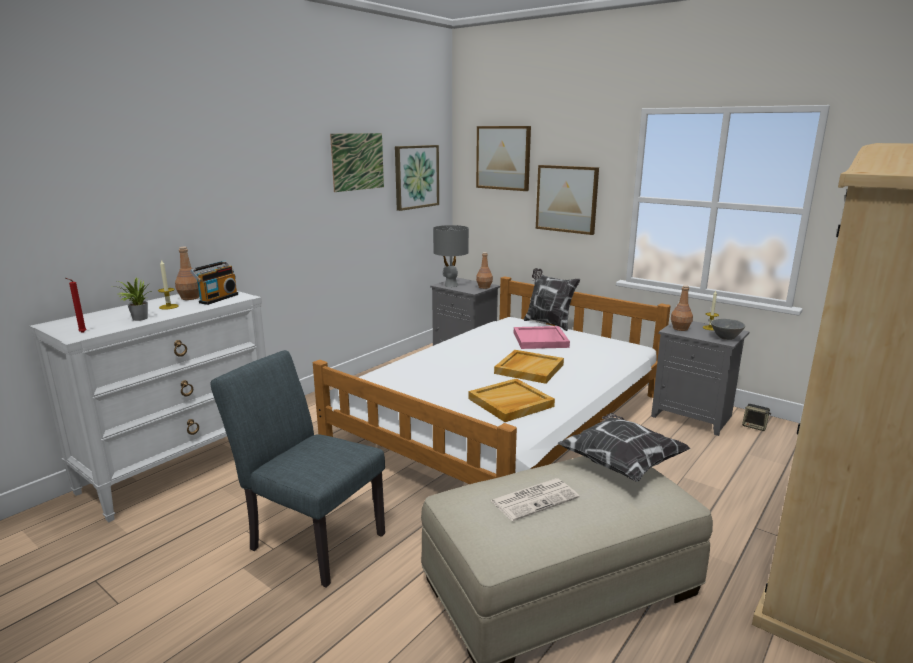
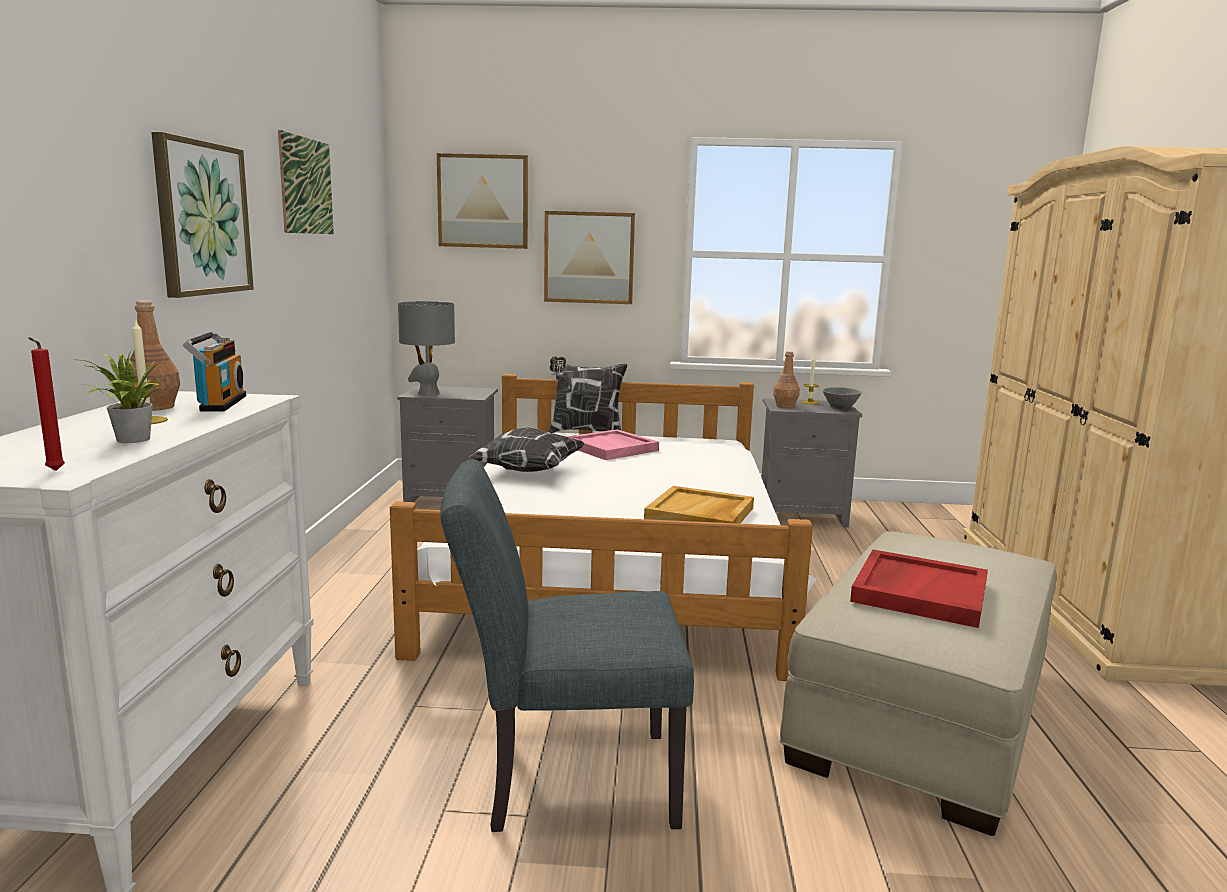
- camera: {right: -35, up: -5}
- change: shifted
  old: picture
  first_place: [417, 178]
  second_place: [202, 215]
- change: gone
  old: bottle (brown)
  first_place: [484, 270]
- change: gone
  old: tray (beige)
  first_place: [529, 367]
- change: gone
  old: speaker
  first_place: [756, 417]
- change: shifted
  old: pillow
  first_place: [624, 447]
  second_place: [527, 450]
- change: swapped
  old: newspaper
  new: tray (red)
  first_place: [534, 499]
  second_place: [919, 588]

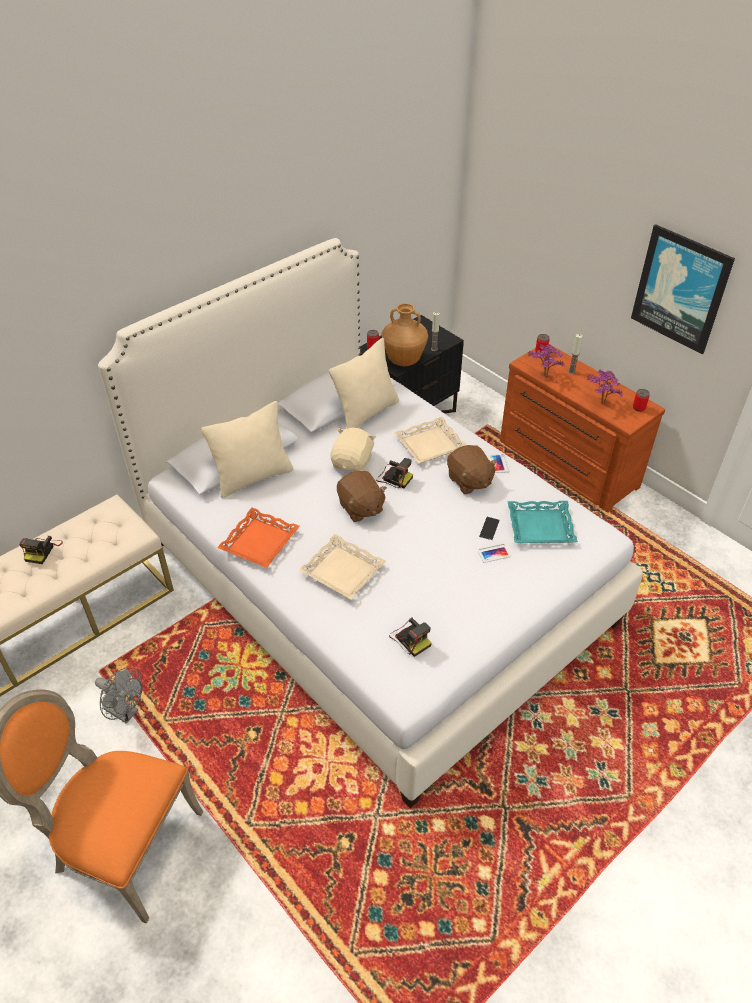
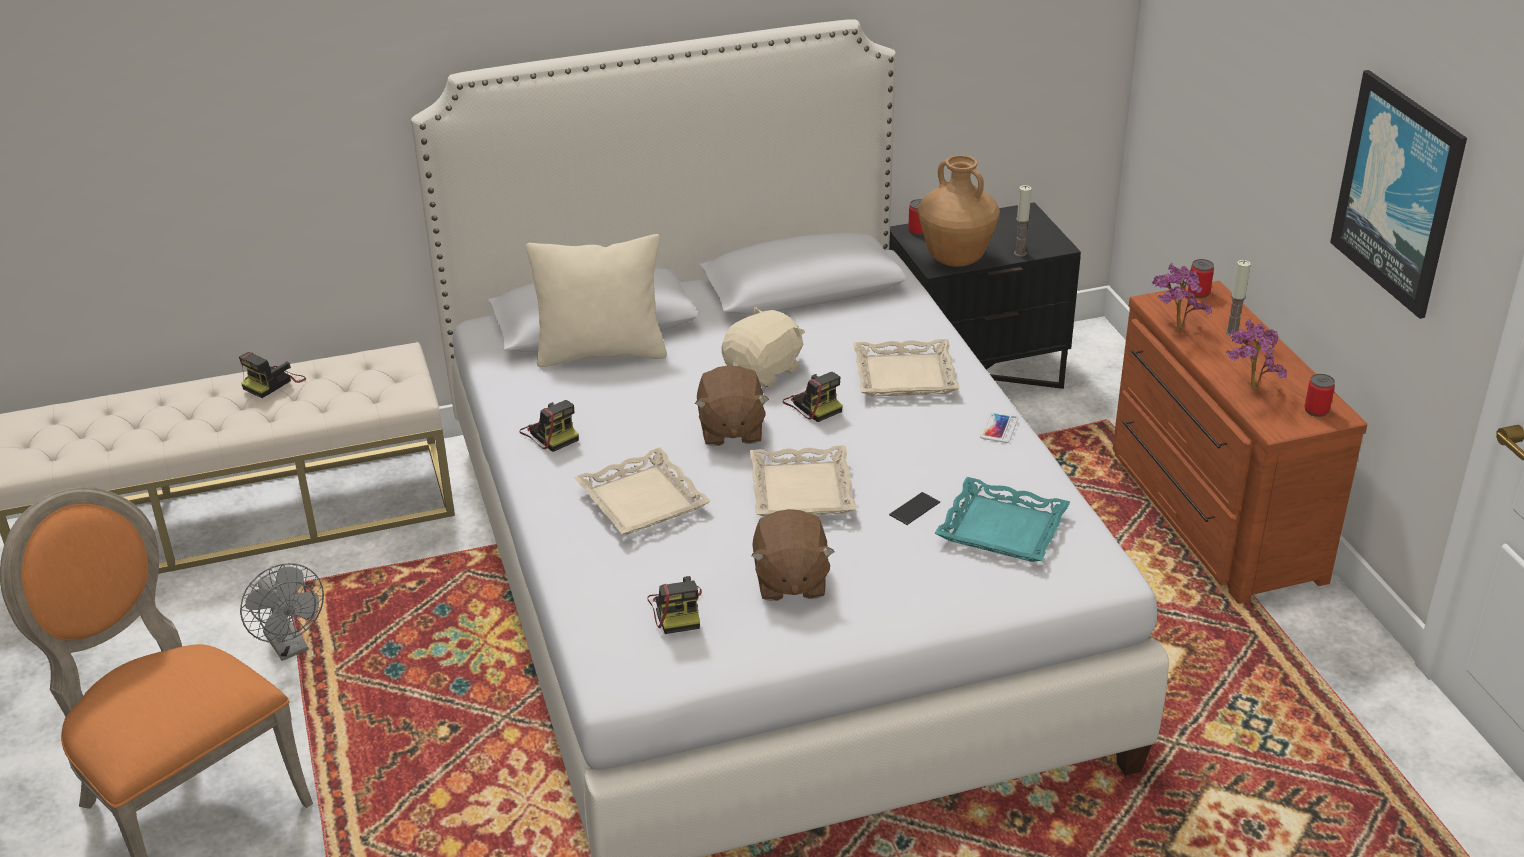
- camera: {right: 25, up: -10}
- change: gone
  old: pillow (beige)
  first_place: [364, 383]
- change: shifted
  old: plush toy (brown)
  first_place: [472, 469]
  second_place: [793, 555]
- change: swapped
  old: tray (orange)
  new: photo camera
  first_place: [258, 538]
  second_place: [549, 426]
- change: gone
  old: phone
  first_place: [494, 553]
- change: new
  new: tray (beige)
  second_place: [803, 481]

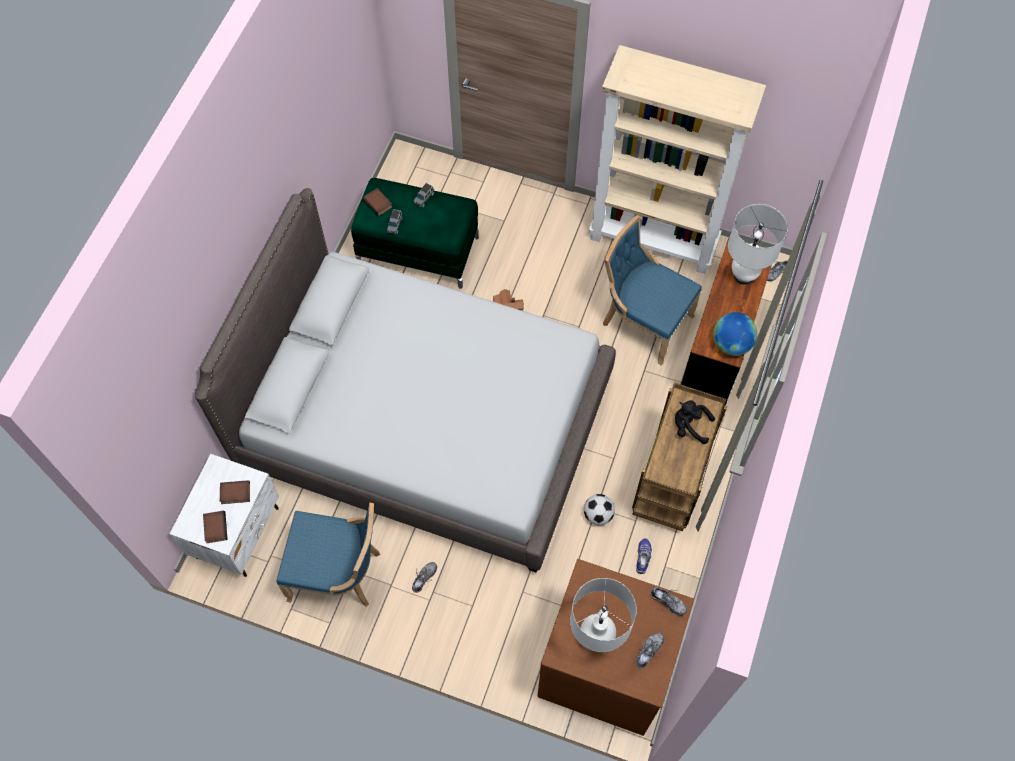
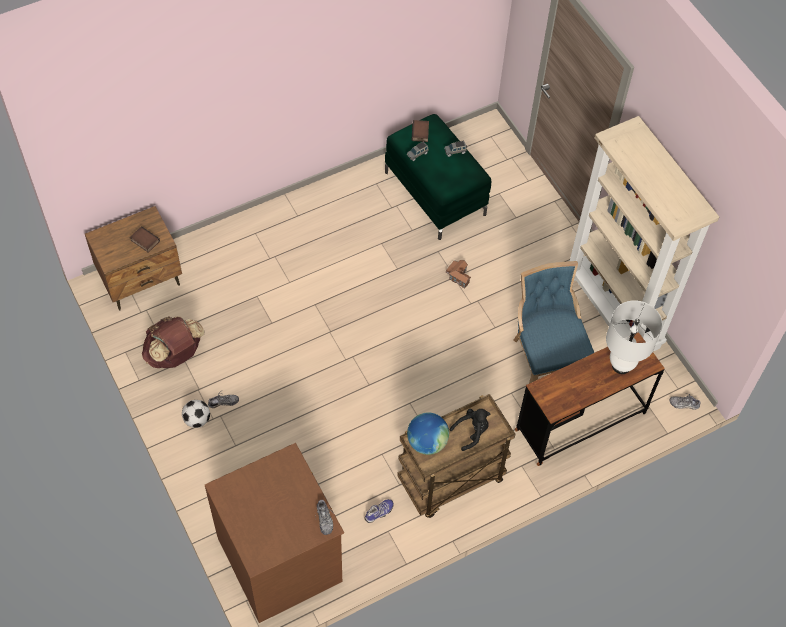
- camera: {right: 40, up: -5}
- change: gone
  old: bed (grey)
  first_place: [405, 380]
- change: shifted
  old: globe
  first_place: [735, 334]
  second_place: [428, 433]
- change: rotated
  old: plush toy (black)
  first_place: [695, 422]
  second_place: [469, 430]
  degrees: 90
- change: repainted
  old: nightstand (white)
  new: nightstand (brown)
  first_place: [224, 515]
  second_place: [133, 258]
- change: shifted
  old: football
  first_place: [599, 509]
  second_place: [196, 414]
- change: swapped
  old: chair (blue)
  new: backpack (brown)
  first_place: [328, 554]
  second_place: [173, 342]
- change: gone
  old: book
  first_place: [215, 527]
- change: gone
  old: table lamp (white)
  first_place: [603, 615]
- change: gone
  old: shoe
  first_place: [650, 651]

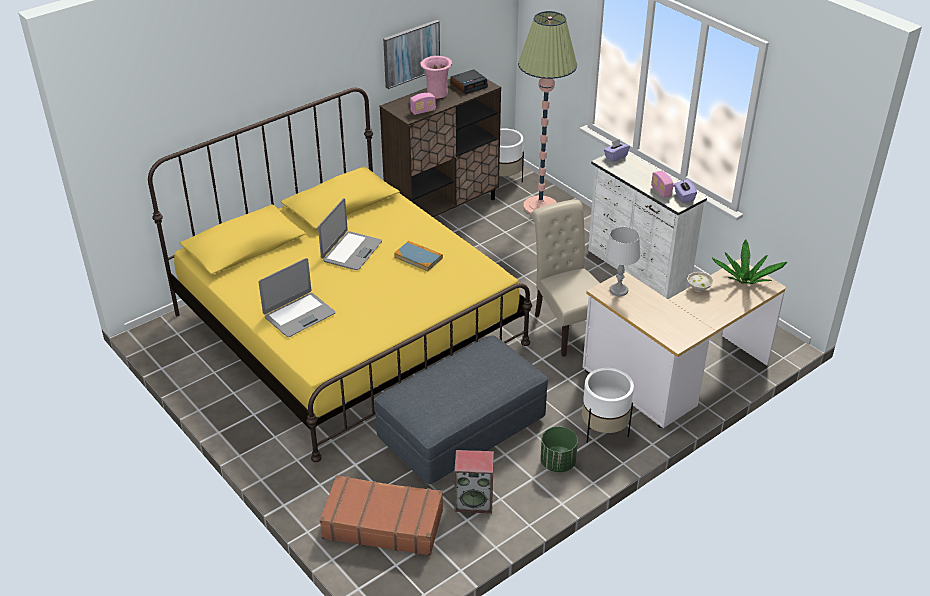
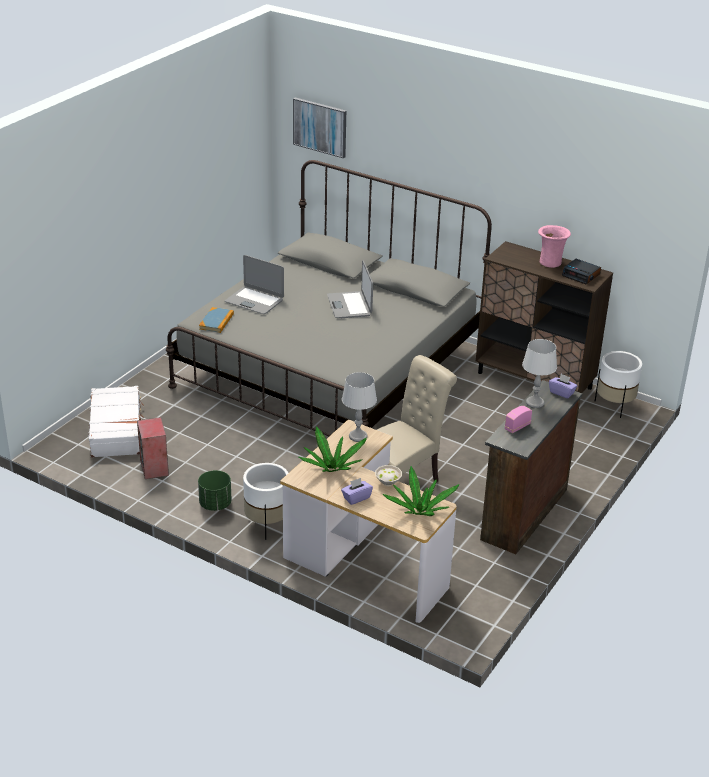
- camera: {right: 70, up: -5}
- change: gone
  old: floor lamp
  first_place: [547, 112]
- change: shifted
  old: picture
  first_place: [411, 54]
  second_place: [319, 128]
- change: repainted
  old: bed (yellow)
  new: bed (grey)
  first_place: [340, 275]
  second_place: [329, 298]
- change: gone
  old: radio
  first_place: [423, 104]
- change: repainted
  old: dresser (white)
  new: dresser (brown)
  first_place: [647, 226]
  second_place: [531, 467]
- change: shifted
  old: tissue box (purple)
  first_place: [685, 191]
  second_place: [357, 491]
- change: rotated
  old: laptop
  first_place: [350, 234]
  second_place: [350, 289]
  degrees: 75
- change: shifted
  old: book
  first_place: [418, 256]
  second_place: [216, 320]
- change: gone
  old: ottoman (grey)
  first_place: [461, 409]
- change: repainted
  old: suitcase (brown)
  new: suitcase (white)
  first_place: [381, 515]
  second_place: [116, 422]
- change: new
  new: table lamp (grey)
  second_place: [539, 373]
- change: new
  new: potted plant
  second_place: [333, 449]

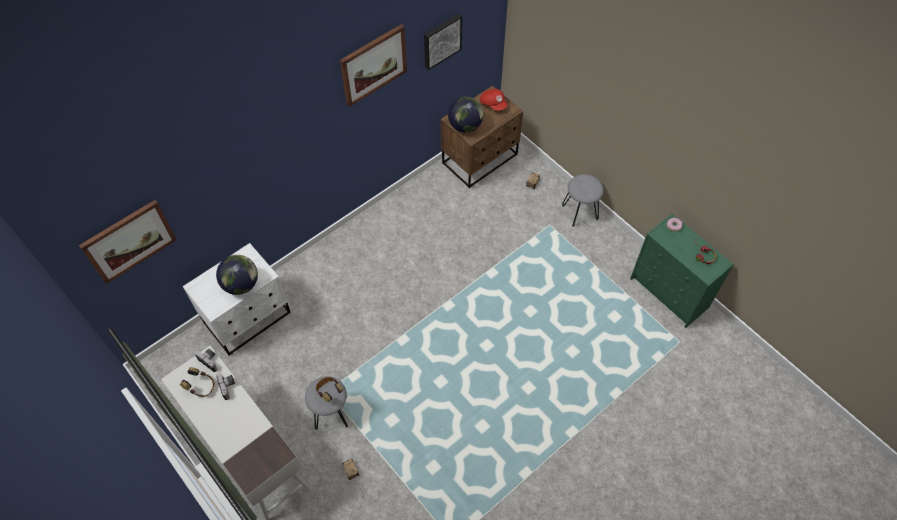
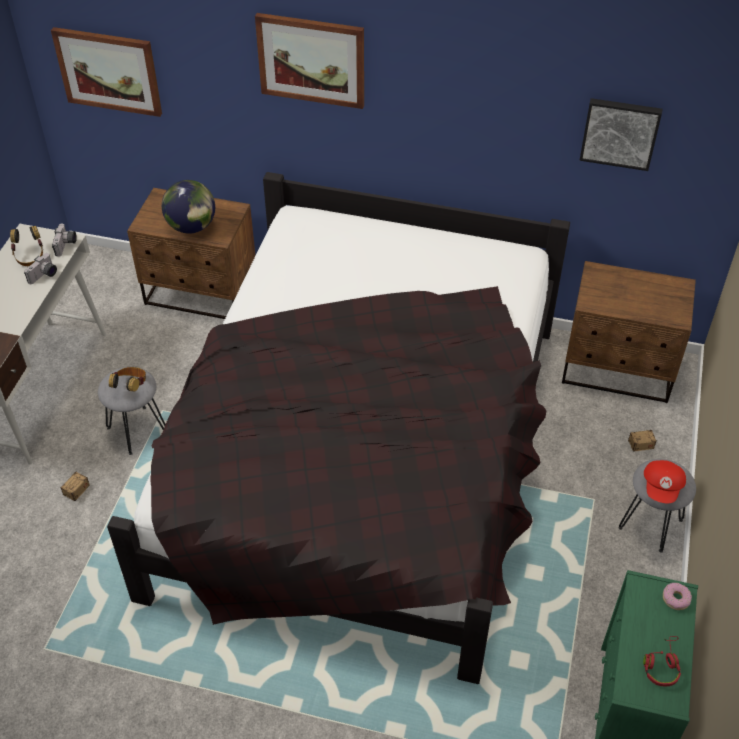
- camera: {right: 55, up: -10}
- change: shifted
  old: picture
  first_place: [373, 65]
  second_place: [309, 61]
- change: shifted
  old: cap (red)
  first_place: [494, 100]
  second_place: [665, 481]
- change: gone
  old: globe
  first_place: [465, 115]
- change: repainted
  old: nightstand (white)
  new: nightstand (brown)
  first_place: [237, 299]
  second_place: [191, 253]
- change: new
  new: bed (black)
  second_place: [338, 428]

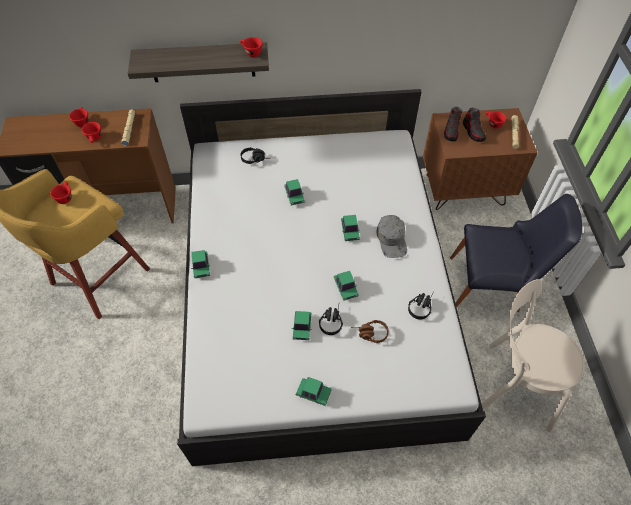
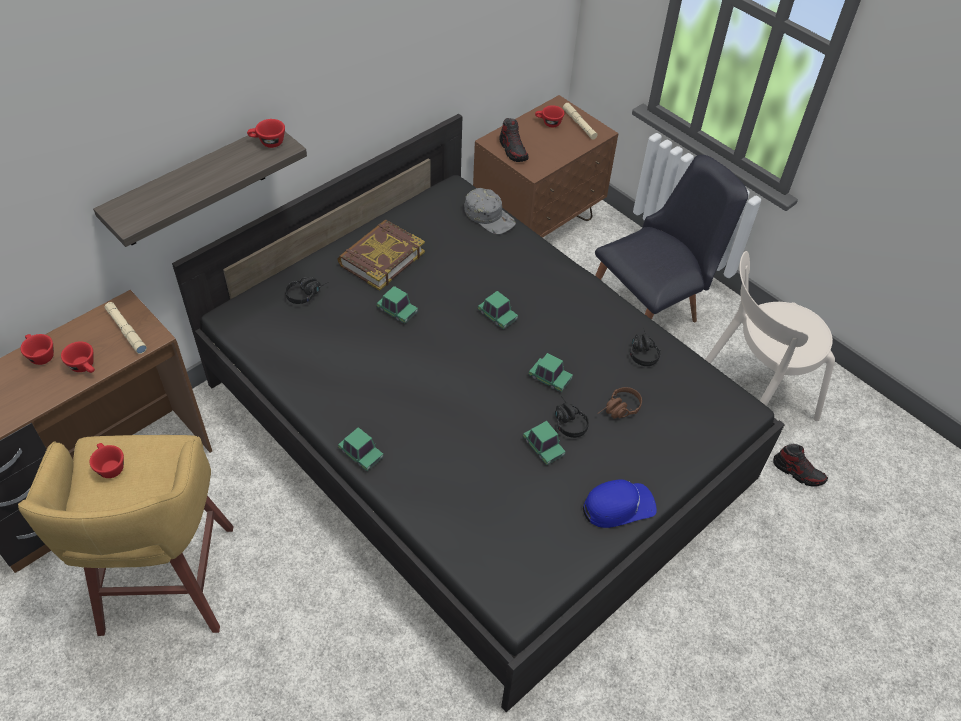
- camera: {right: -40, up: -5}
- change: repainted
  old: bed (white)
  new: bed (black)
  first_place: [331, 277]
  second_place: [478, 413]
- change: shifted
  old: shoe
  first_place: [474, 125]
  second_place: [800, 465]
- change: shifted
  old: cap (grey)
  first_place: [392, 236]
  second_place: [490, 211]
- change: swapped
  old: toy car
  new: cap (blue)
  first_place: [314, 391]
  second_place: [620, 503]
- change: new
  new: book
  second_place: [381, 255]

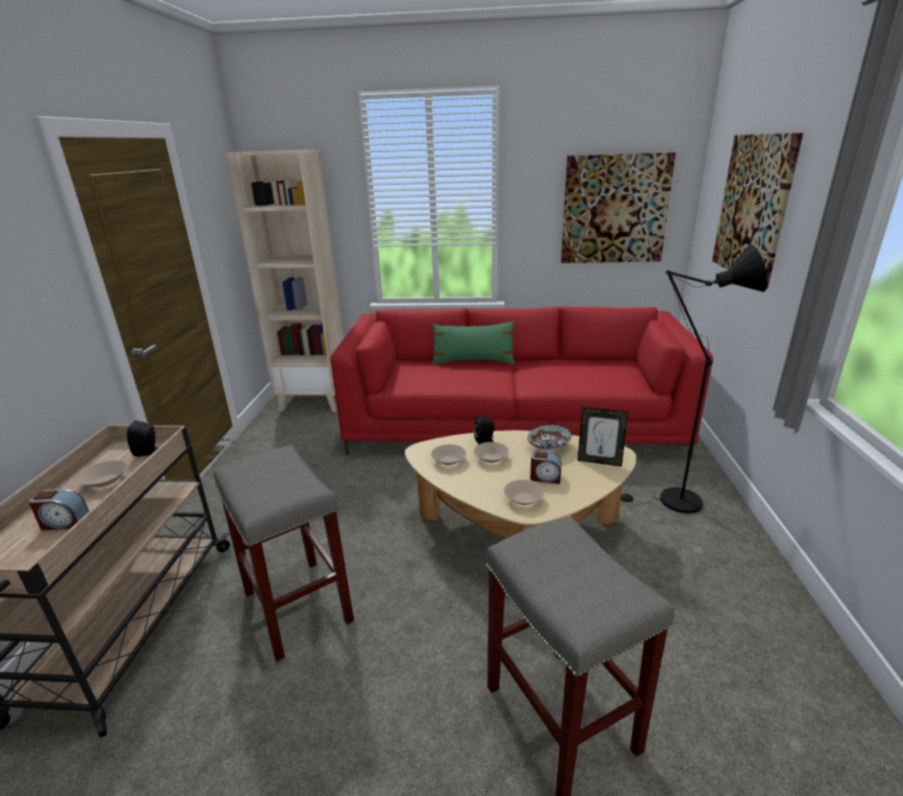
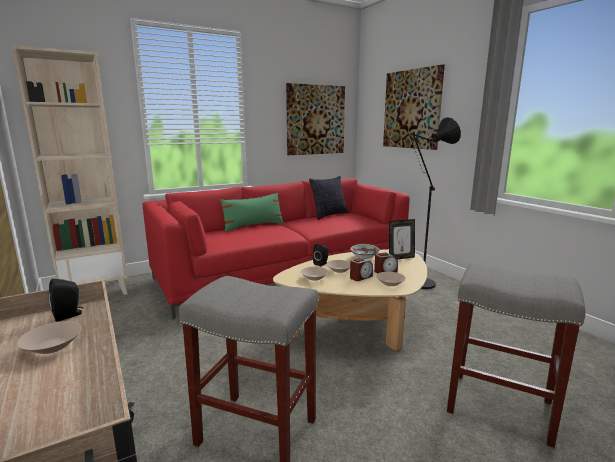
- camera: {right: -35, up: -10}
- change: shifted
  old: alarm clock
  first_place: [58, 509]
  second_place: [361, 269]
- change: new
  new: pillow
  second_place: [329, 198]

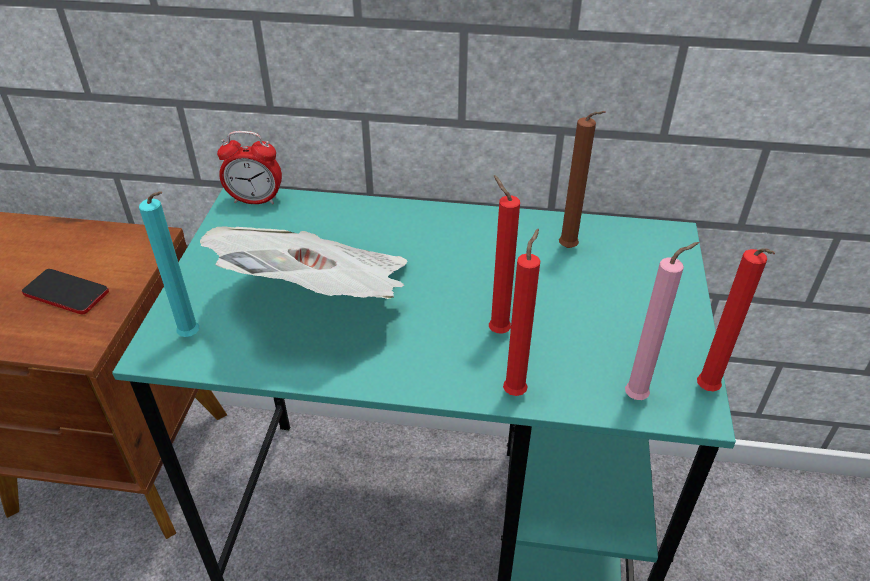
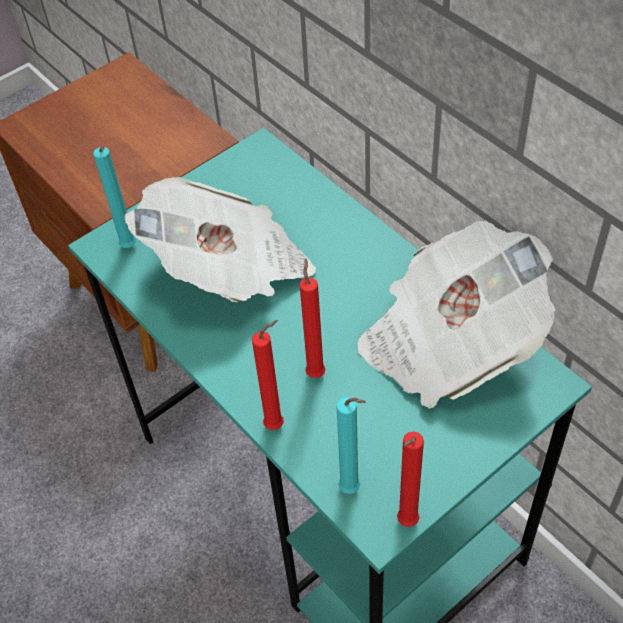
- camera: {right: 45, up: 10}
- change: swapped
  old: candle (brown)
  new: newspaper
  first_place: [582, 179]
  second_place: [456, 315]
- change: gone
  old: alarm clock
  first_place: [249, 167]
- change: repainted
  old: candle (pink)
  new: candle (turquoise)
  first_place: [662, 321]
  second_place: [350, 445]
- change: gone
  old: phone
  first_place: [65, 291]

